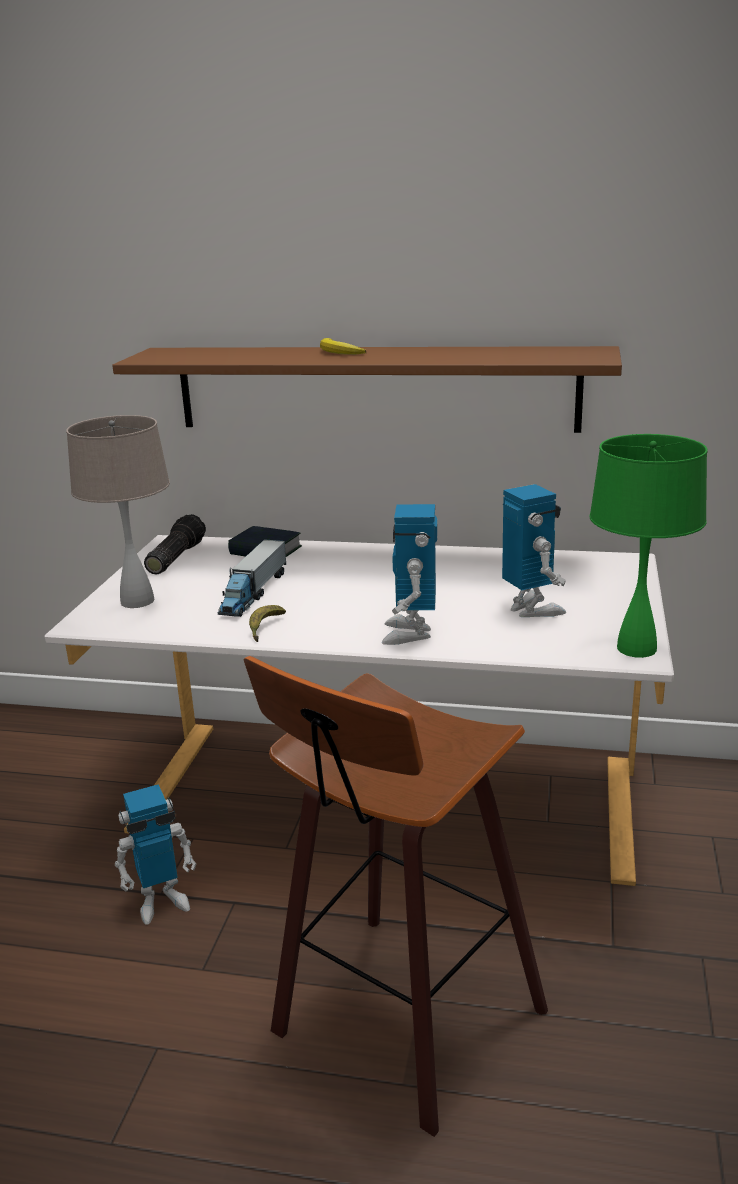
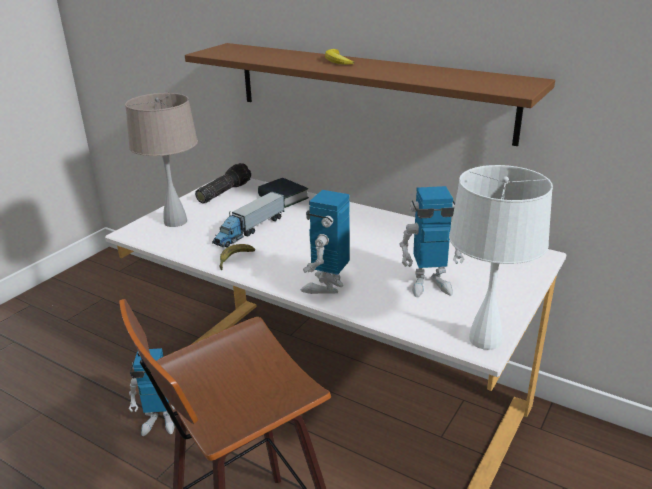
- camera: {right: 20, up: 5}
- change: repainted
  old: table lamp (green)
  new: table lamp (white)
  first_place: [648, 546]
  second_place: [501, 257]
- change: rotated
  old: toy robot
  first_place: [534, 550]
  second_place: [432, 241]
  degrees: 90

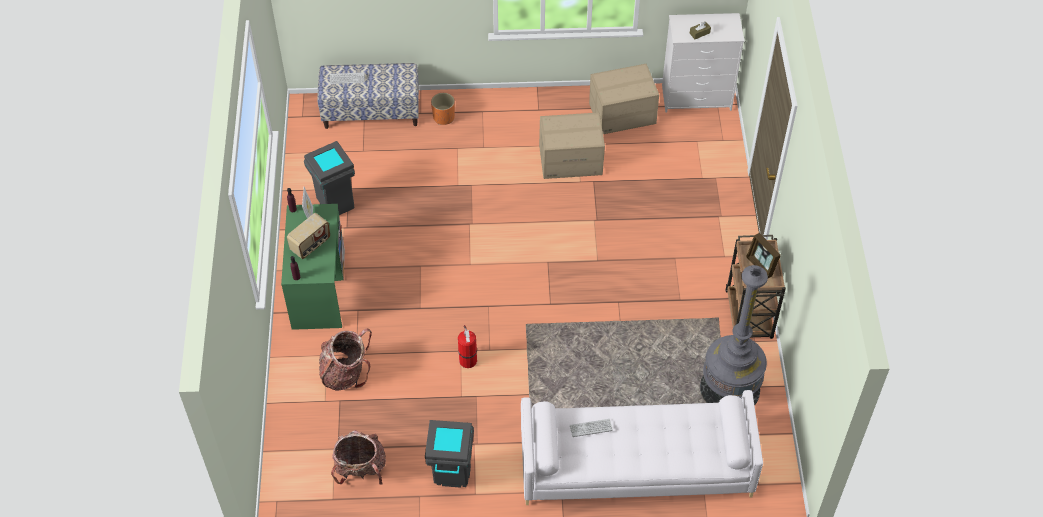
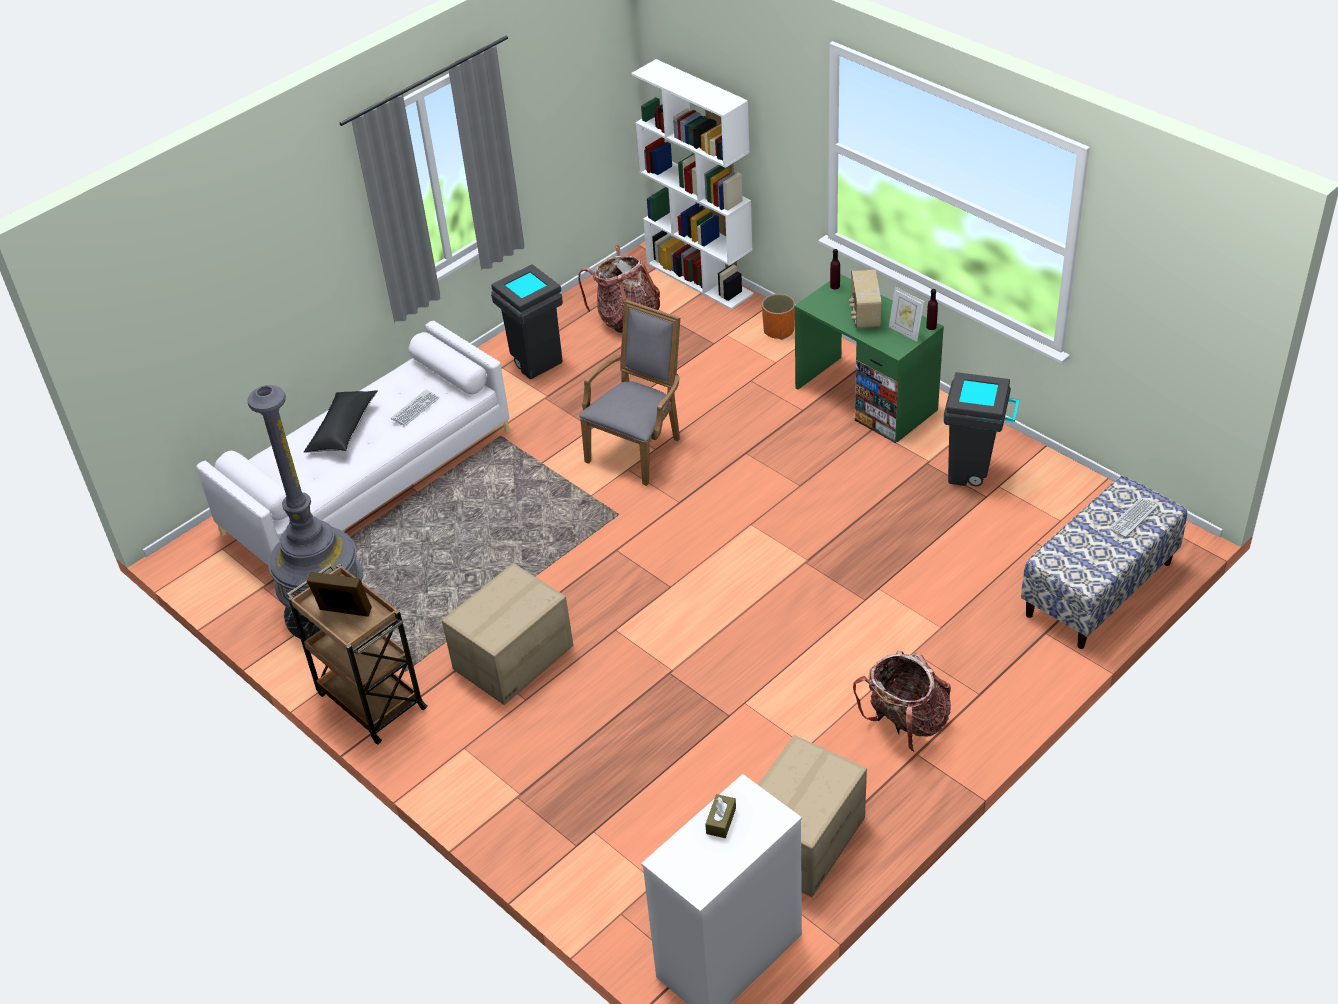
- camera: {right: 140, up: -10}
- change: shifted
  old: planter (orange)
  first_place: [443, 109]
  second_place: [778, 316]
- change: shifted
  old: cardboard box
  first_place: [572, 145]
  second_place: [507, 634]
- change: swapped
  old: fire extinguisher
  new: armchair (grey)
  first_place: [467, 346]
  second_place: [629, 393]
- change: shifted
  old: backpack
  first_place: [345, 359]
  second_place: [902, 701]
- change: new
  new: bookcase (white)
  second_place: [692, 184]
- change: new
  new: pillow (black)
  second_place: [341, 421]

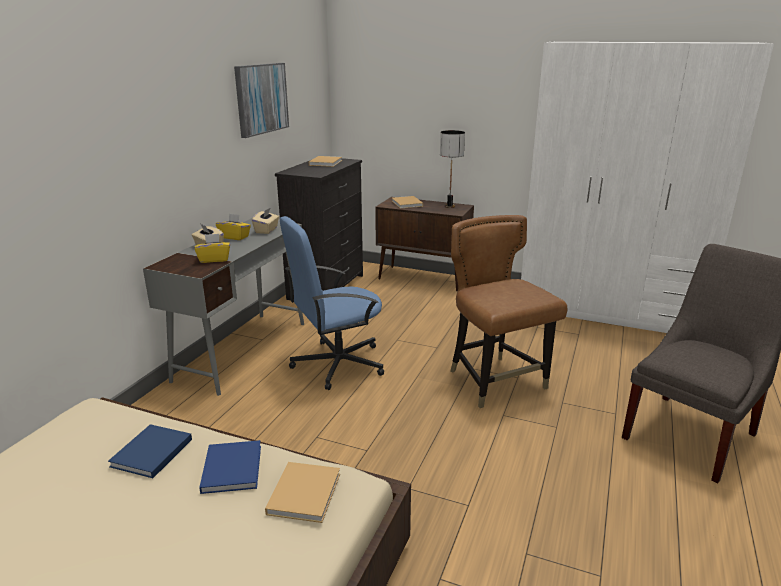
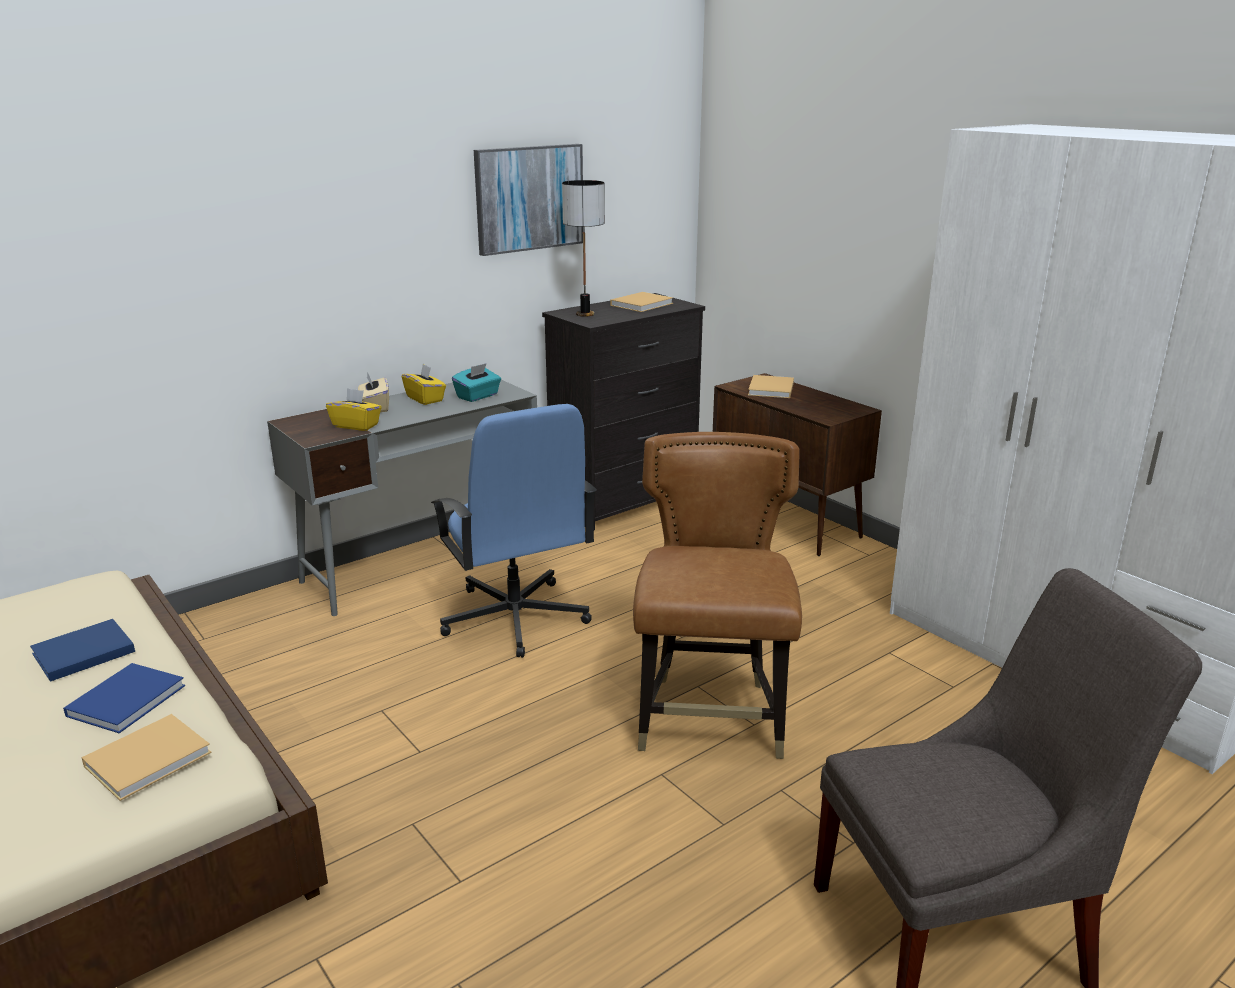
- camera: {right: 30, up: 0}
- change: shifted
  old: table lamp
  first_place: [452, 169]
  second_place: [583, 248]
- change: repainted
  old: tissue box (beige)
  new: tissue box (turquoise)
  first_place: [265, 220]
  second_place: [476, 382]
- change: rotated
  old: office chair (blue)
  first_place: [332, 303]
  second_place: [514, 531]
  degrees: -120

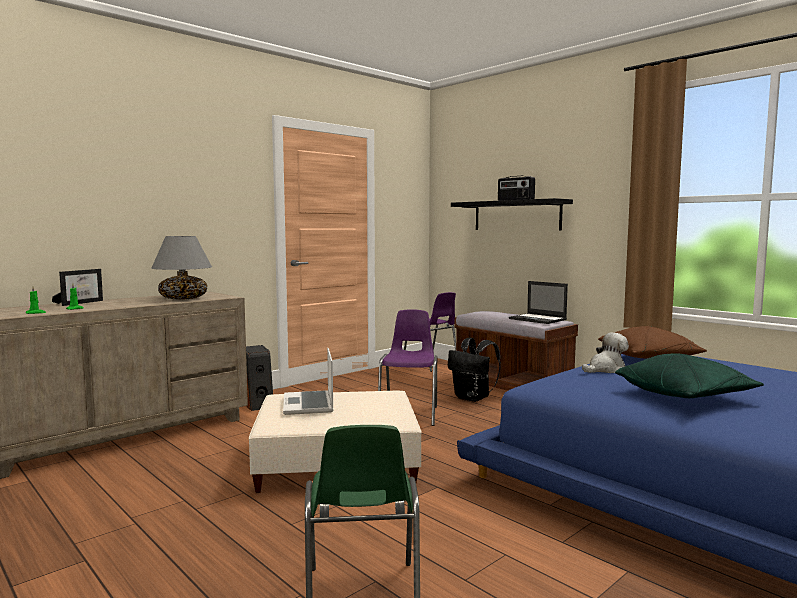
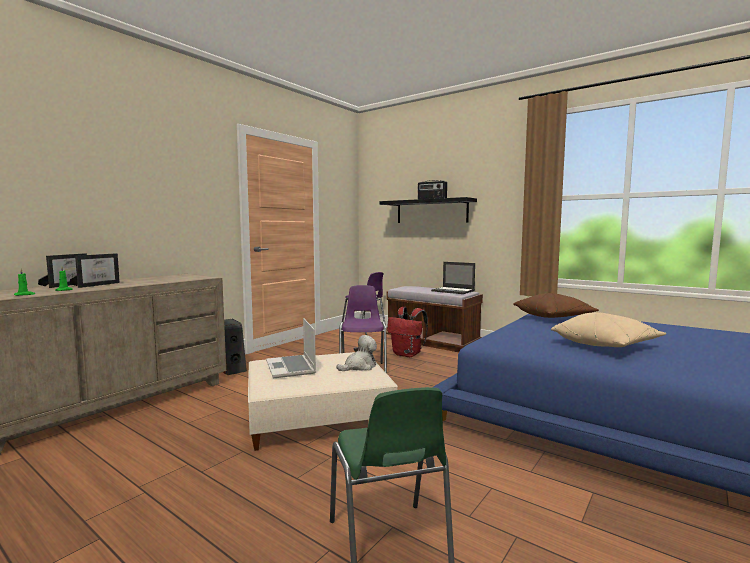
- camera: {right: -10, up: 0}
- change: gone
  old: table lamp (grey)
  first_place: [181, 268]
- change: shifted
  old: plush toy
  first_place: [605, 352]
  second_place: [356, 353]
- change: repainted
  old: backpack (black)
  new: backpack (red)
  first_place: [474, 369]
  second_place: [407, 332]
- change: repainted
  old: pillow (green)
  new: pillow (beige)
  first_place: [689, 375]
  second_place: [608, 329]
- change: new
  new: picture frame
  second_place: [95, 270]

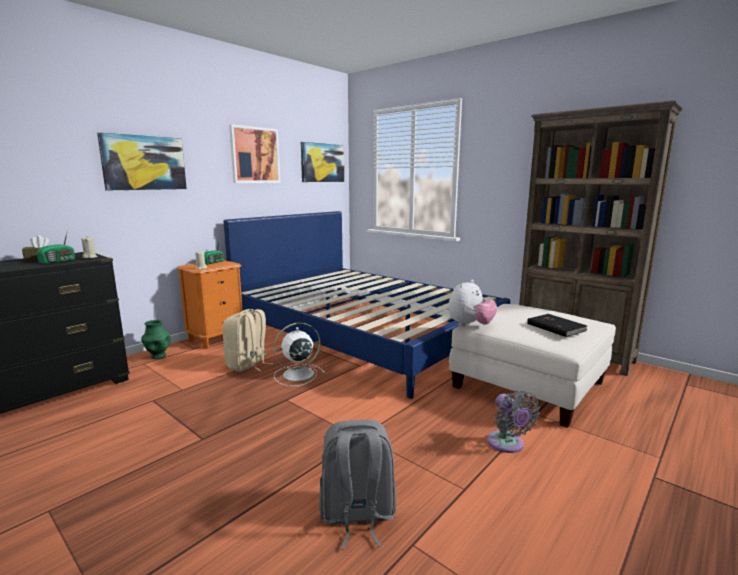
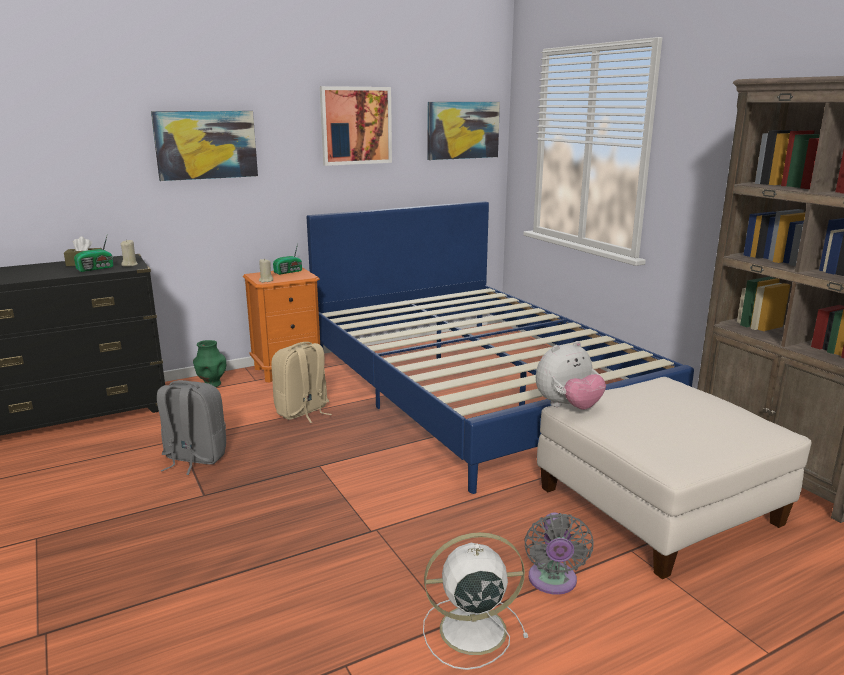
- camera: {right: 20, up: 5}
- change: gone
  old: book (black)
  first_place: [557, 325]
- change: shifted
  old: fan (white)
  first_place: [299, 354]
  second_place: [475, 601]
- change: shifted
  old: backpack (grey)
  first_place: [357, 485]
  second_place: [191, 427]

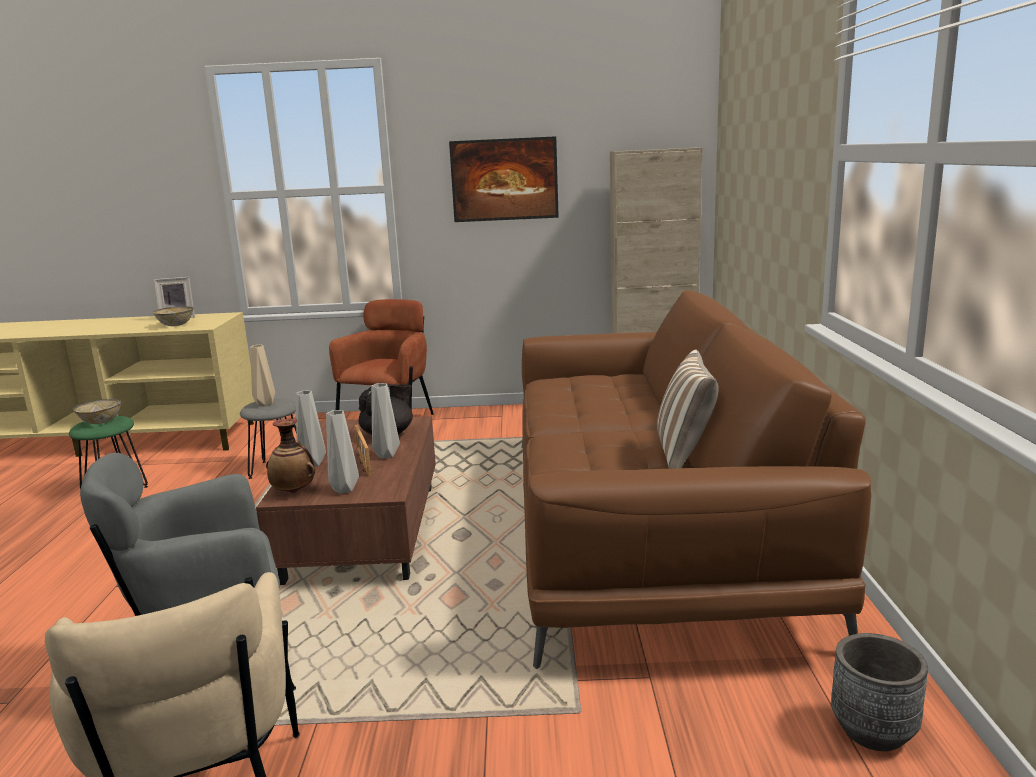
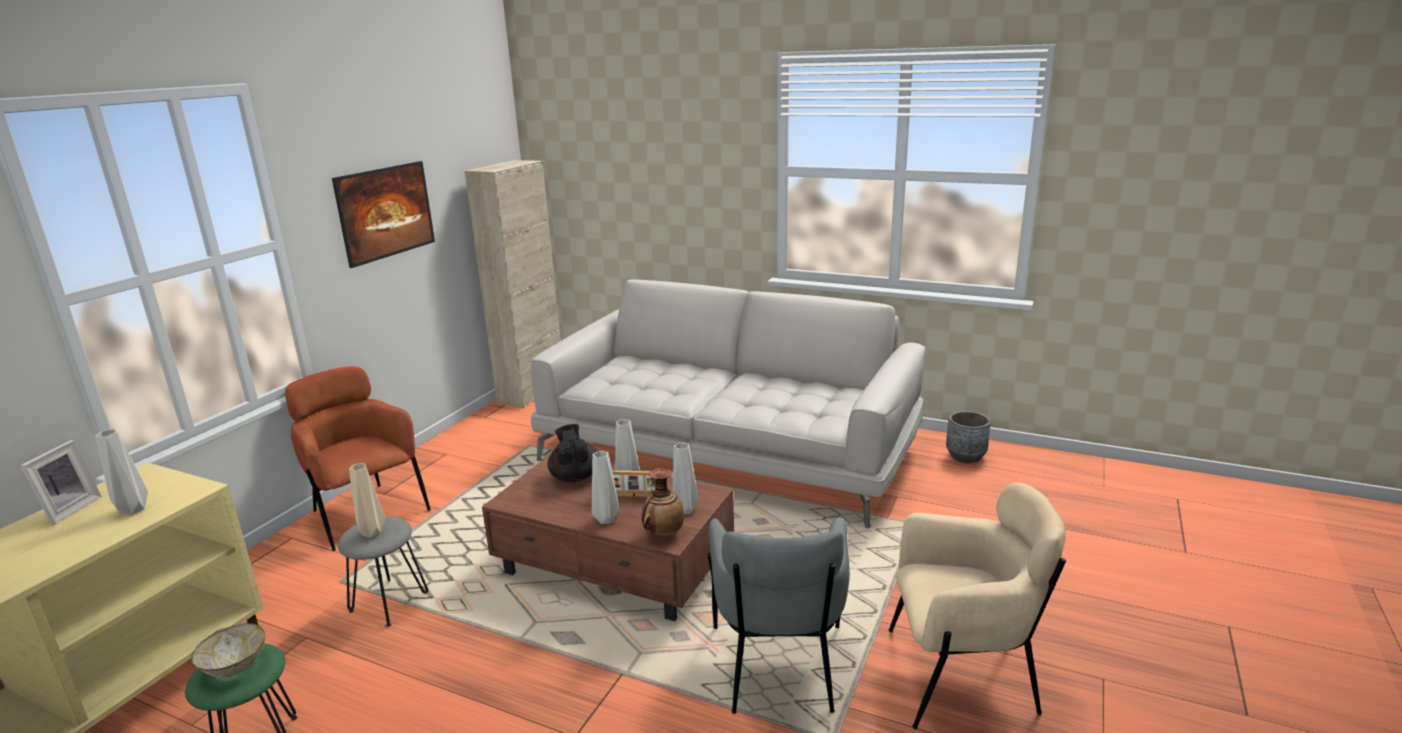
- camera: {right: -65, up: 5}
- change: repainted
  old: sofa (brown)
  new: sofa (grey)
  first_place: [696, 479]
  second_place: [728, 404]
- change: swapped
  old: bowl
  new: vase (grey)
  first_place: [173, 316]
  second_place: [121, 472]
- change: gone
  old: pillow
  first_place: [688, 409]

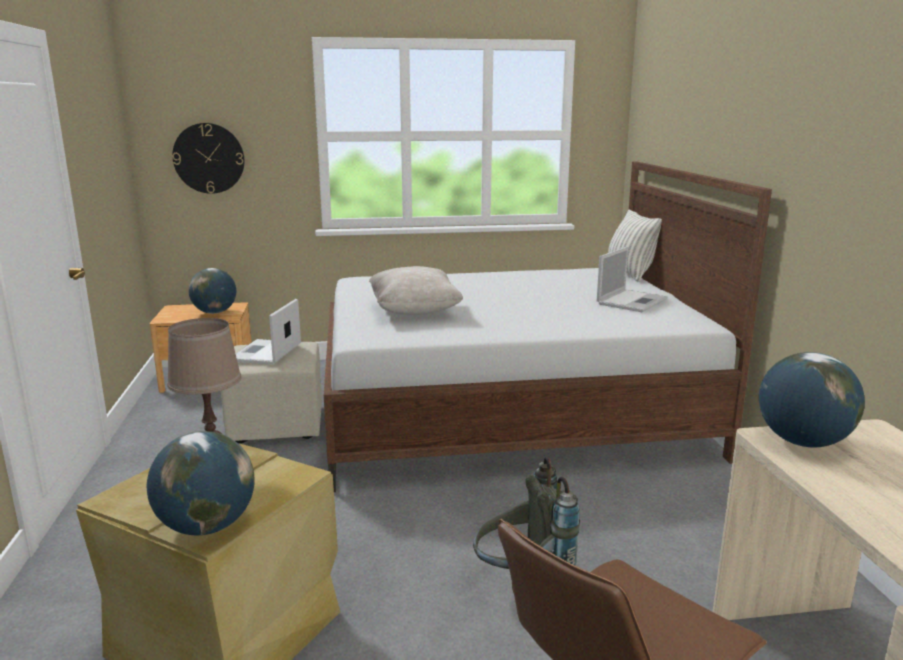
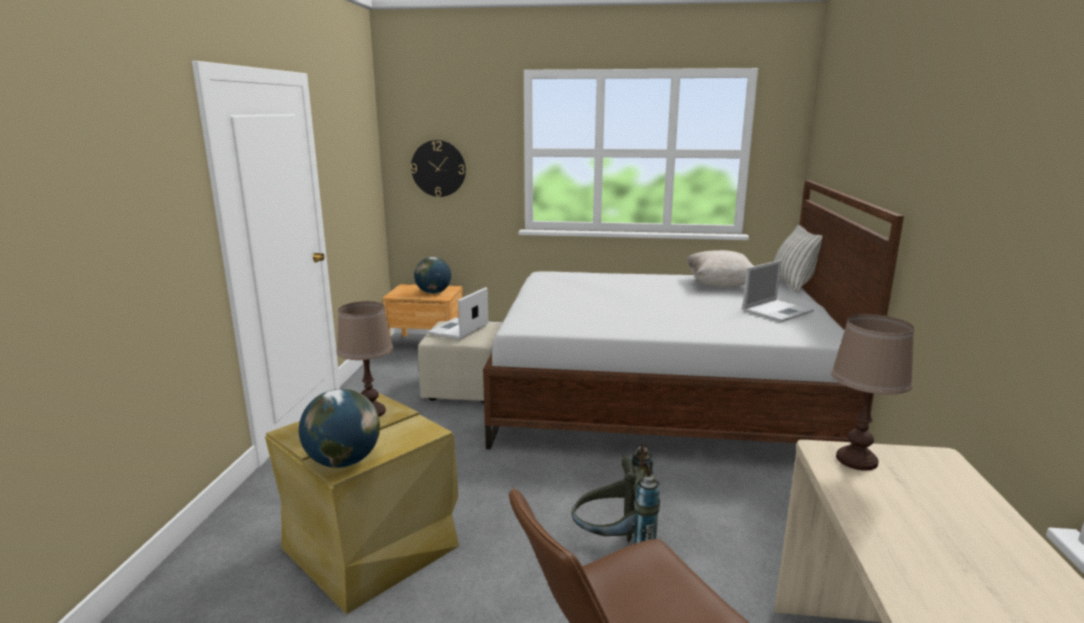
- camera: {right: 15, up: 0}
- change: shifted
  old: pillow (beige)
  first_place: [416, 290]
  second_place: [720, 268]
- change: swapped
  old: globe
  new: table lamp (brown)
  first_place: [812, 399]
  second_place: [872, 392]

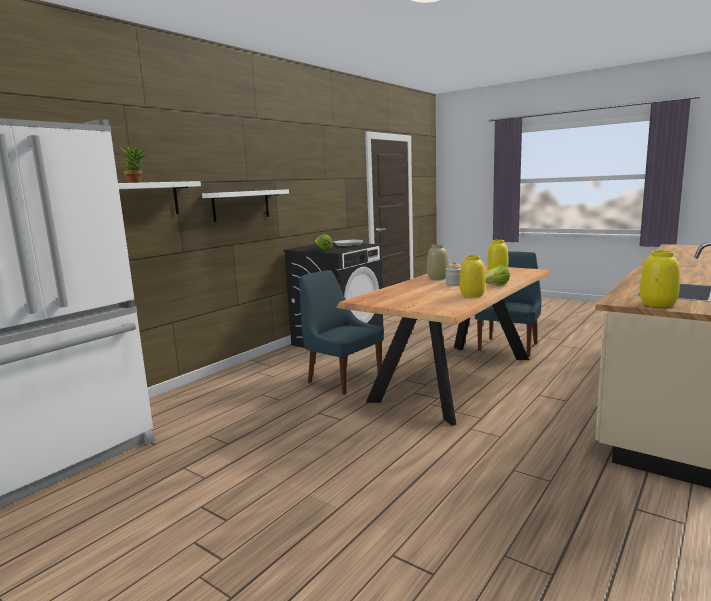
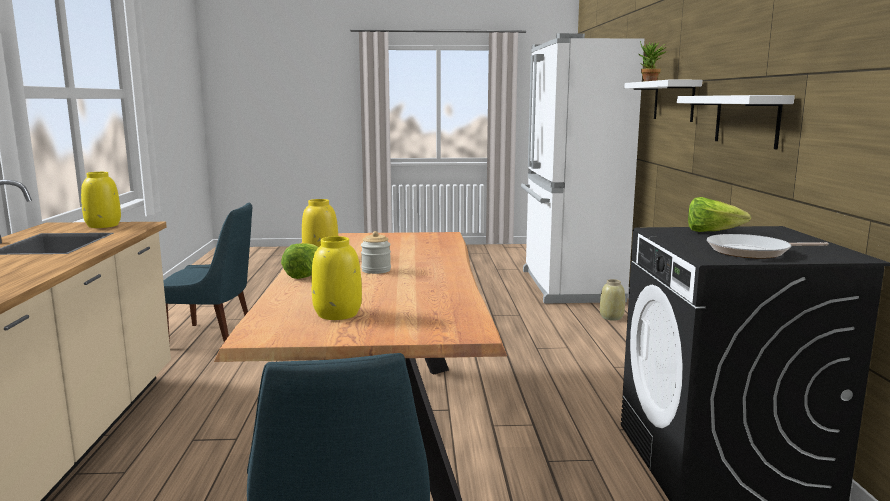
- camera: {right: 140, up: 0}
- change: shifted
  old: vase (beige)
  first_place: [437, 261]
  second_place: [612, 300]
- change: shifted
  old: chair (blue)
  first_place: [341, 332]
  second_place: [207, 272]

